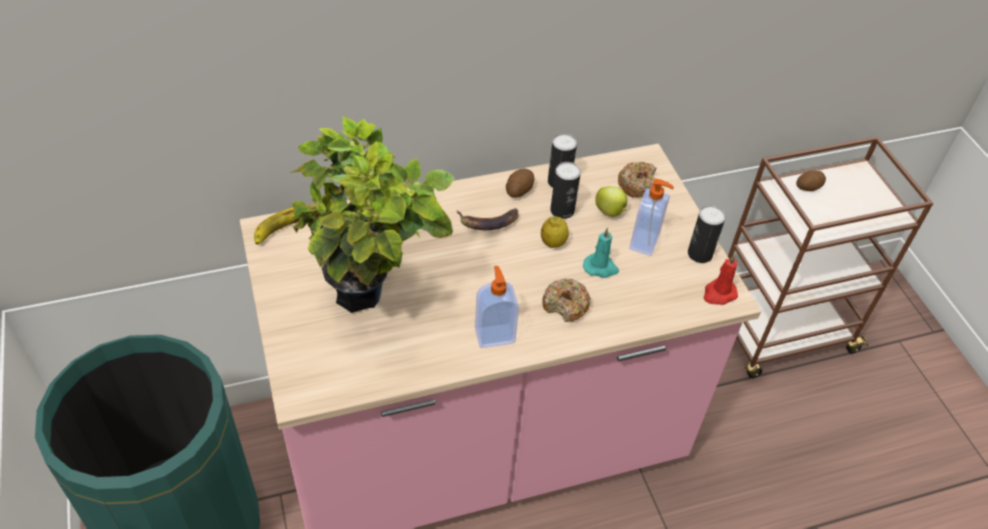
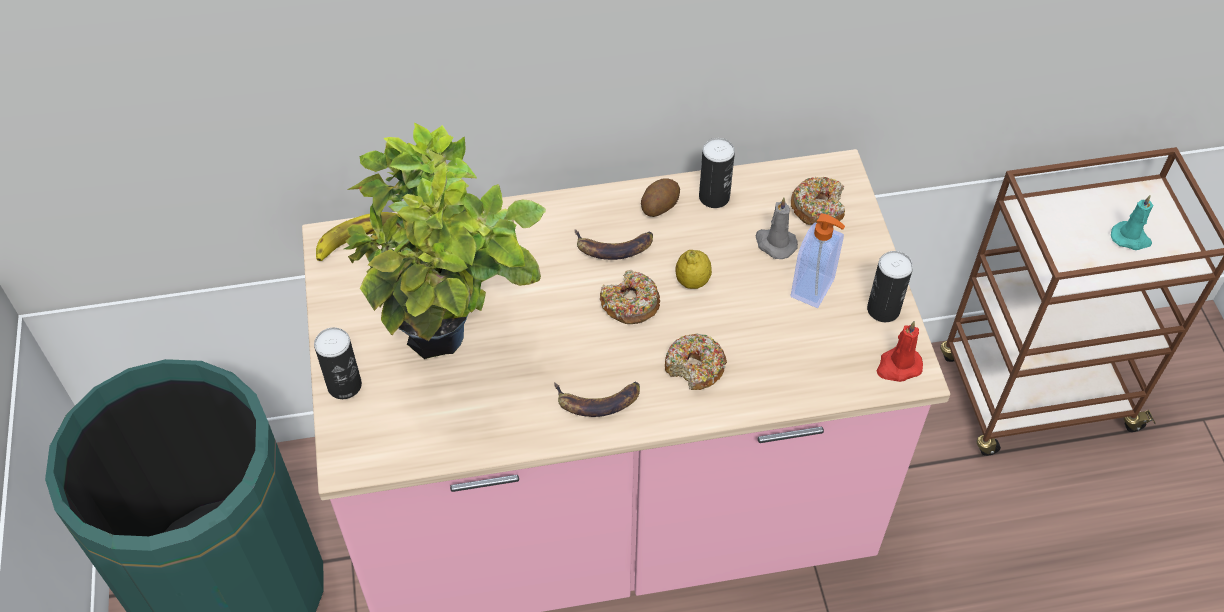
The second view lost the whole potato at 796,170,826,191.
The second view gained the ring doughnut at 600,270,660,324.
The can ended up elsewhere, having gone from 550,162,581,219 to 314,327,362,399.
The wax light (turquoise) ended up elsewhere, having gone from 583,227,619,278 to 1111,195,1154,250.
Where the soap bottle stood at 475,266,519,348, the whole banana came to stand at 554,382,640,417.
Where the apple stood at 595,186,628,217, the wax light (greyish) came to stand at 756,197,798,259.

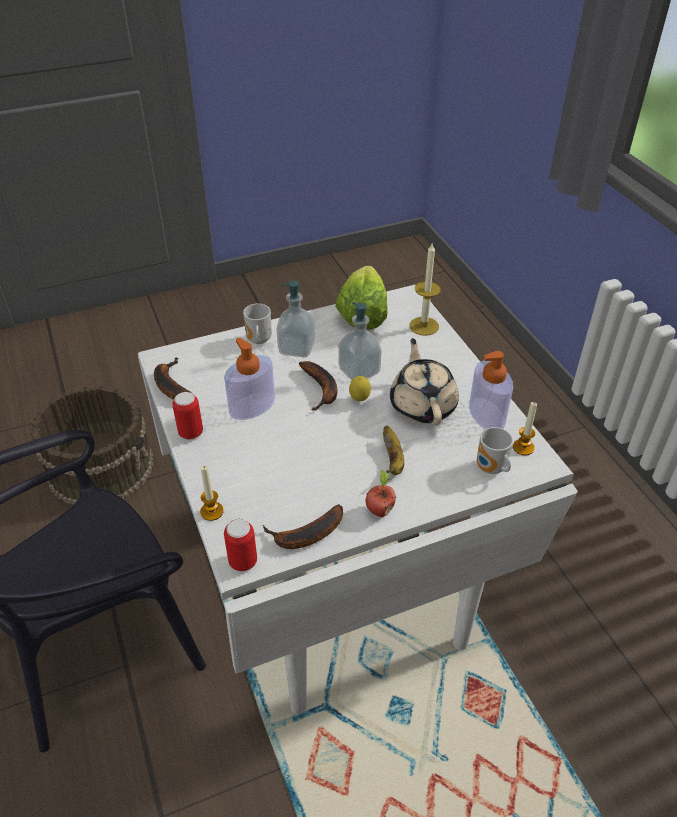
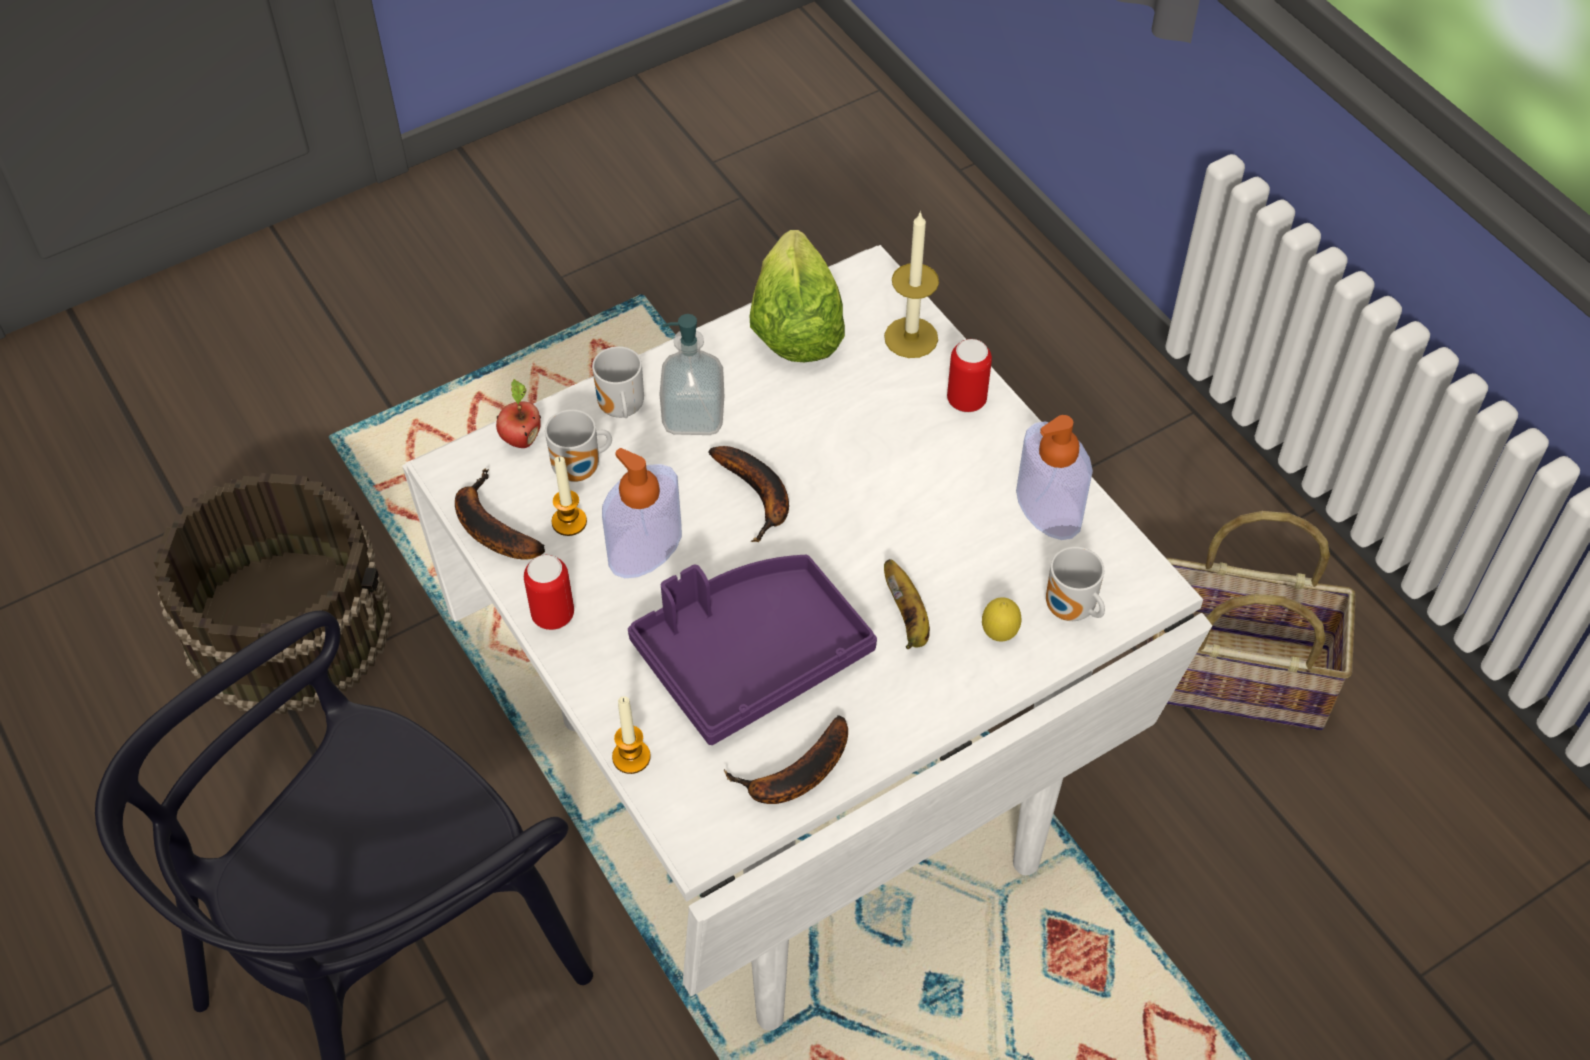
The second view lost the soap bottle at 338,302,382,380.
The second view lost the tea pot (sand-coloured) at 390,338,459,425.
The second view gained the coffee mug at 545,409,612,482.
The second view gained the carrying tray (purplish) at 628,555,877,745.
The second view gained the storage basket at 1147,511,1356,730.
The can ended up elsewhere, having gone from 224,519,257,571 to 947,339,992,412.
The whole lemon ended up elsewhere, having gone from 349,376,371,401 to 982,597,1022,642.
The apple ended up elsewhere, having gone from 366,470,396,517 to 496,379,541,448.
The wax light ended up elsewhere, having gone from 513,402,537,456 to 551,456,587,536.

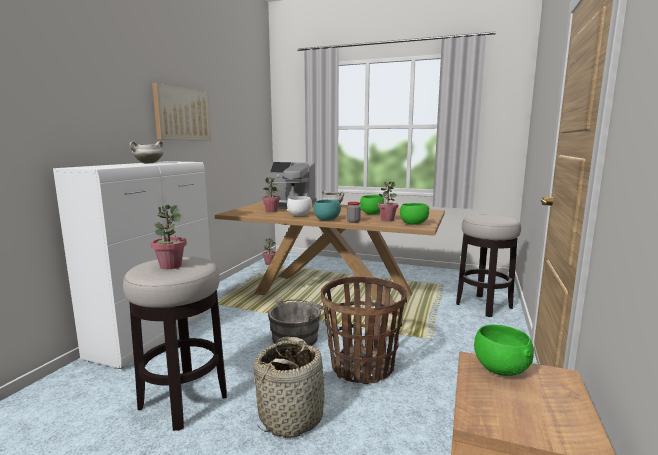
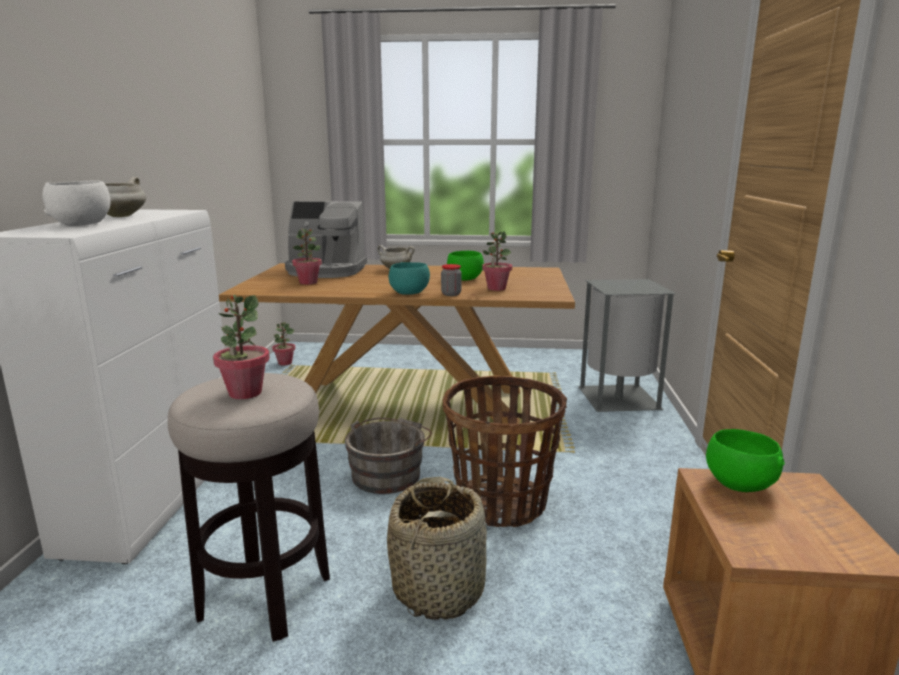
The second view lost the wall art at 152,83,211,140.
The second view lost the deep dish (greenish) at 400,203,429,225.
The deep dish (whitish) ended up elsewhere, having gone from 287,196,312,216 to 42,180,111,226.
Where the stool seat stood at 456,215,521,317, the waste bin (greyish) came to stand at 578,279,676,412.

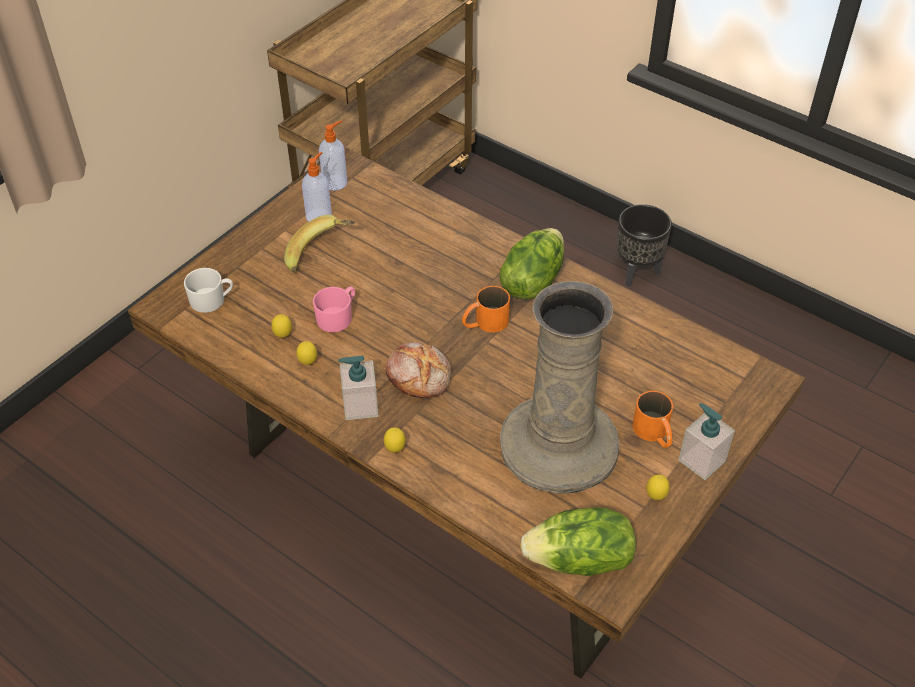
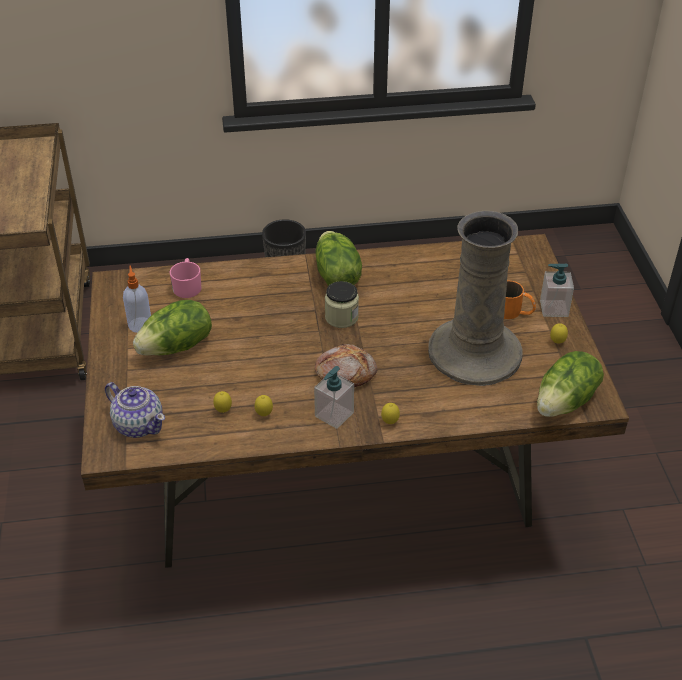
The second view lost the soap bottle at 319,121,347,191.
The coffee mug (pinkish) ended up elsewhere, having gone from 313,287,355,332 to 170,258,202,298.
Where the coffee mug (whitish) stood at 184,268,233,313, the tea pot came to stand at 105,382,165,438.
Where the whole banana stood at 284,215,355,272, the lettuce came to stand at 133,300,212,356.
Where the coffee mug (orange) stood at 462,286,510,333, the preserve jar came to stand at 325,281,359,328.

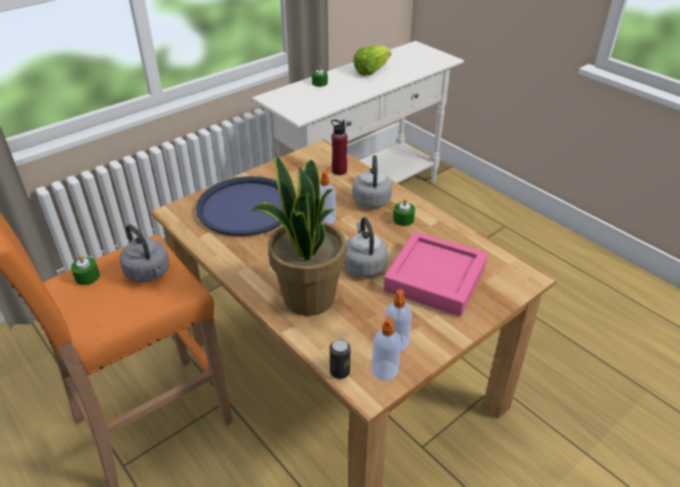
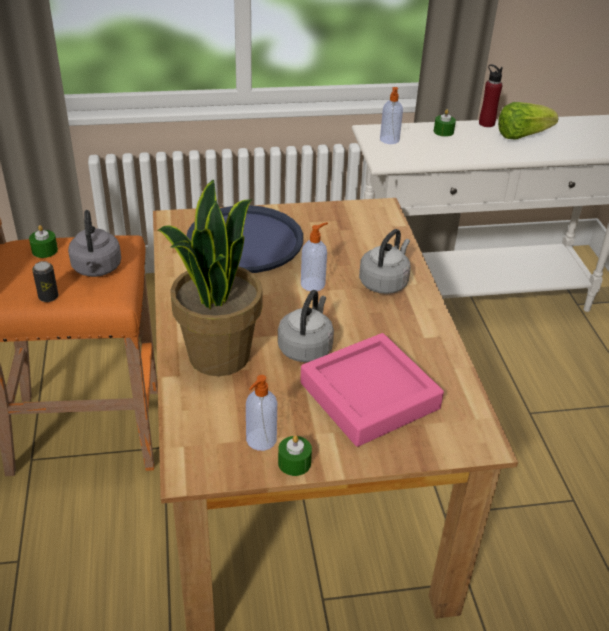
The can ended up elsewhere, having gone from 330,339,350,379 to 32,261,58,302.
The beverage bottle (reddish) ended up elsewhere, having gone from 331,119,347,175 to 479,64,503,127.
The soap bottle ended up elsewhere, having gone from 372,317,401,381 to 380,87,403,144.
The wax light (greenish) ended up elsewhere, having gone from 393,199,415,226 to 278,435,312,476.

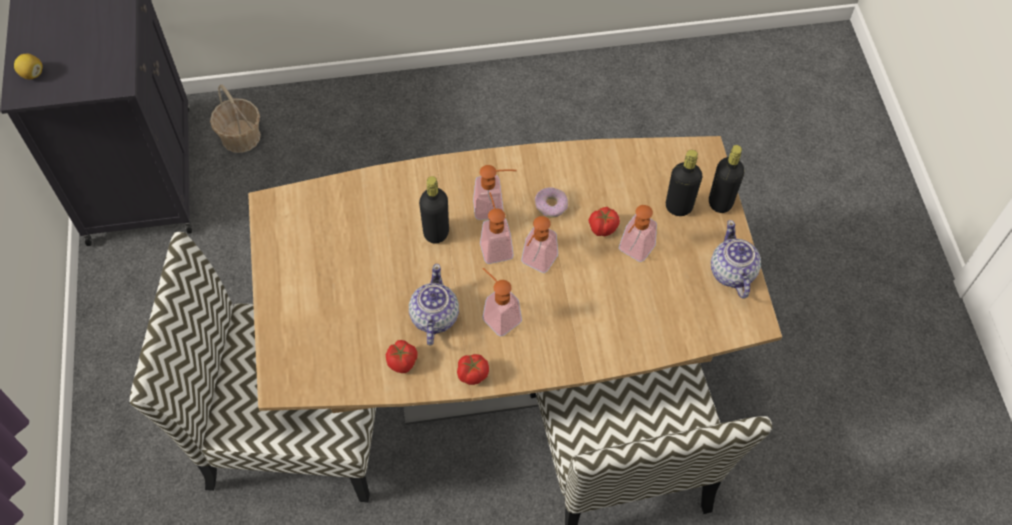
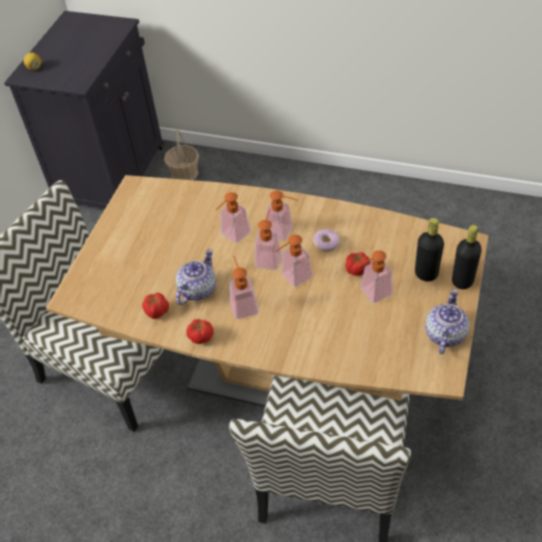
Where the beverage bottle (black) stood at 419,176,449,244, the soap bottle came to stand at 216,192,251,243.

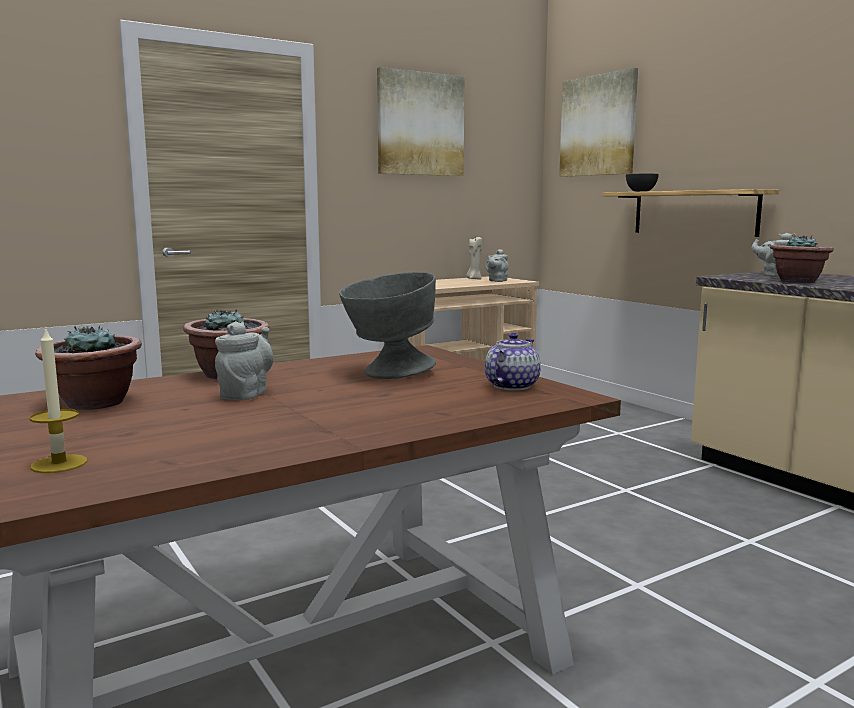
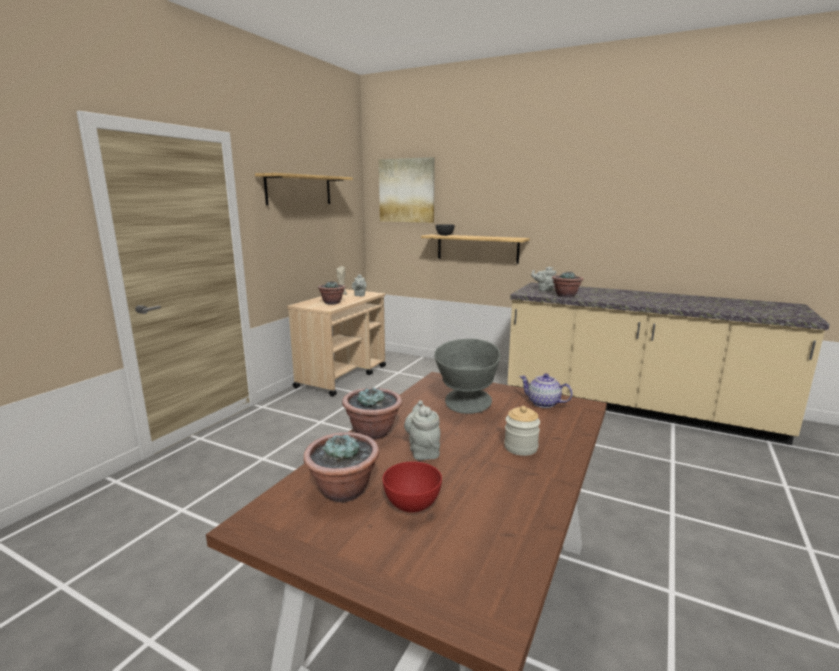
The second view lost the wax light at 30,326,87,473.
The second view gained the plant in a pot at 318,281,346,304.
The second view gained the deep dish (reddish) at 383,461,442,513.
The second view gained the preserve jar at 504,406,540,456.
Where the wall art hung at 377,67,464,176, the bracket shelf came to hang at 255,173,353,205.
The tea pot at 485,333,541,390 ended up facing another way, 60 degrees counterclockwise from before.

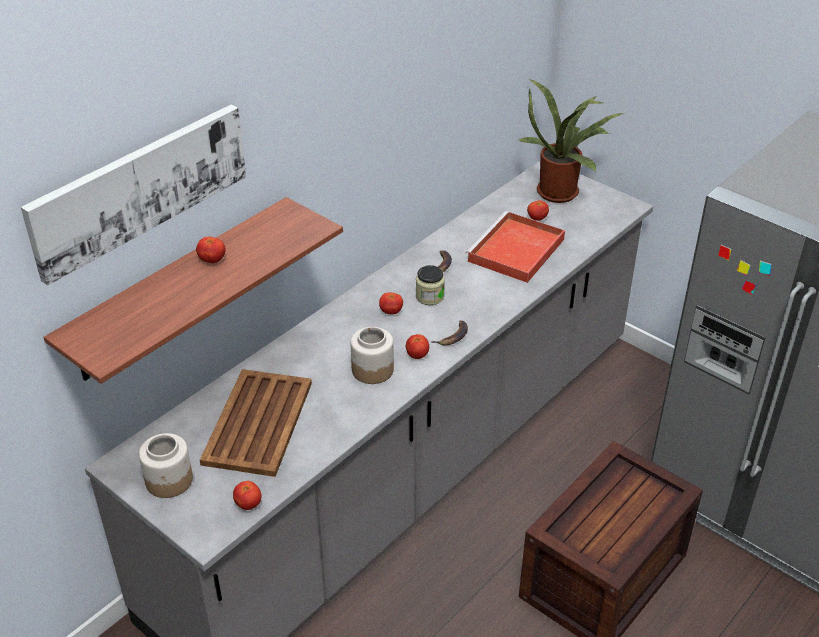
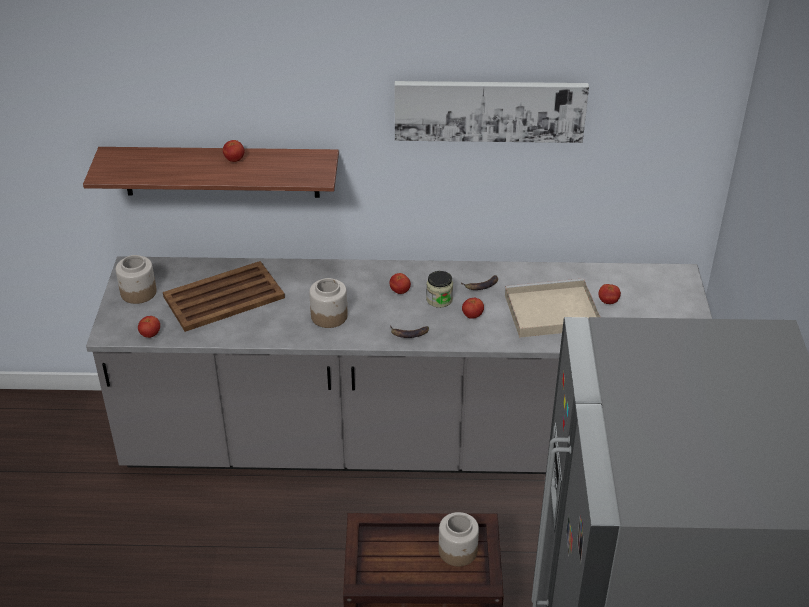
The second view lost the plant in a pot at 519,79,625,203.
The second view gained the preserve jar at 438,512,479,567.
The wall art ended up elsewhere, having gone from 21,104,246,285 to 394,81,589,143.
The fresh tomato ended up elsewhere, having gone from 406,334,429,359 to 462,298,484,319.
What was the carrying tray (reddish) at 466,211,565,283 turned into the carrying tray (sand-coloured) at 505,278,600,338.

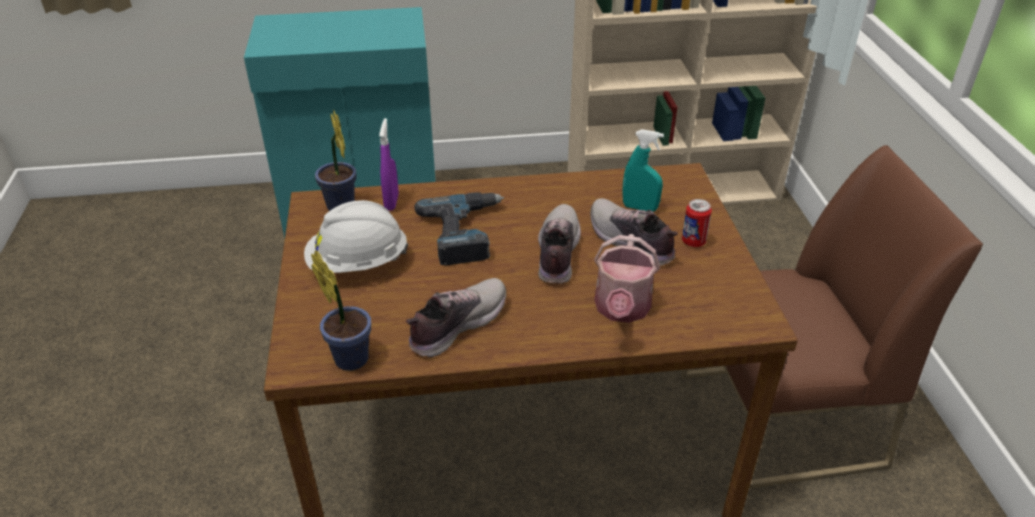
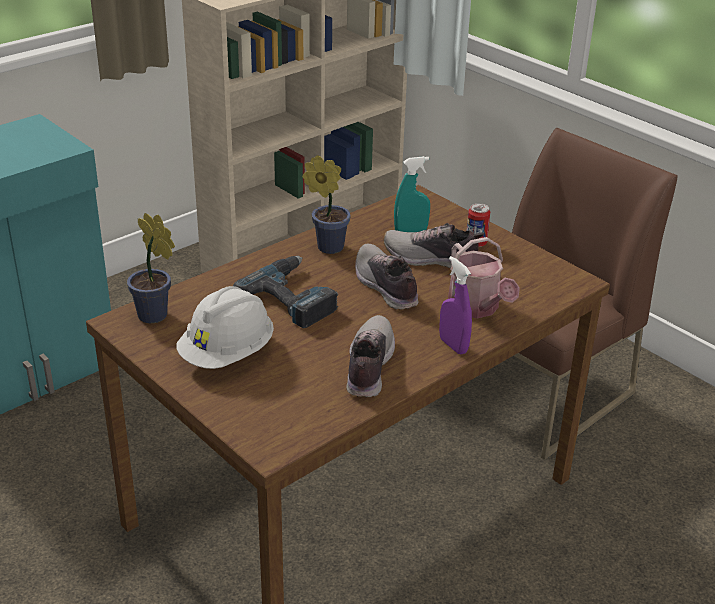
The plant in a pot ended up elsewhere, having gone from 311,250,371,371 to 302,155,351,254.
The sprayer (purplish) ended up elsewhere, having gone from 379,118,399,211 to 439,256,472,354.

